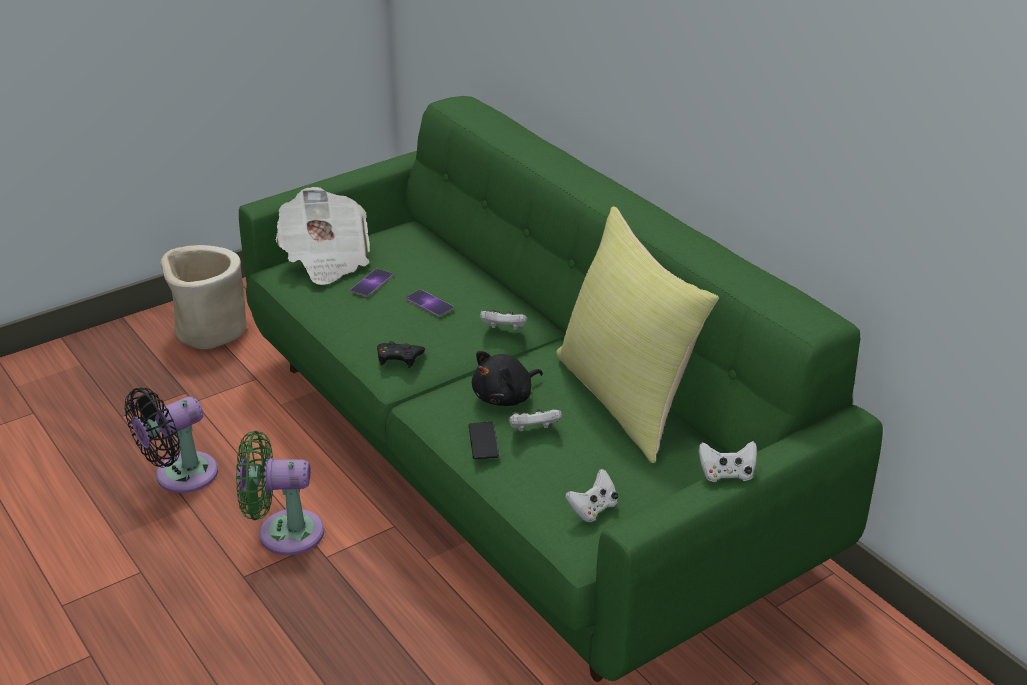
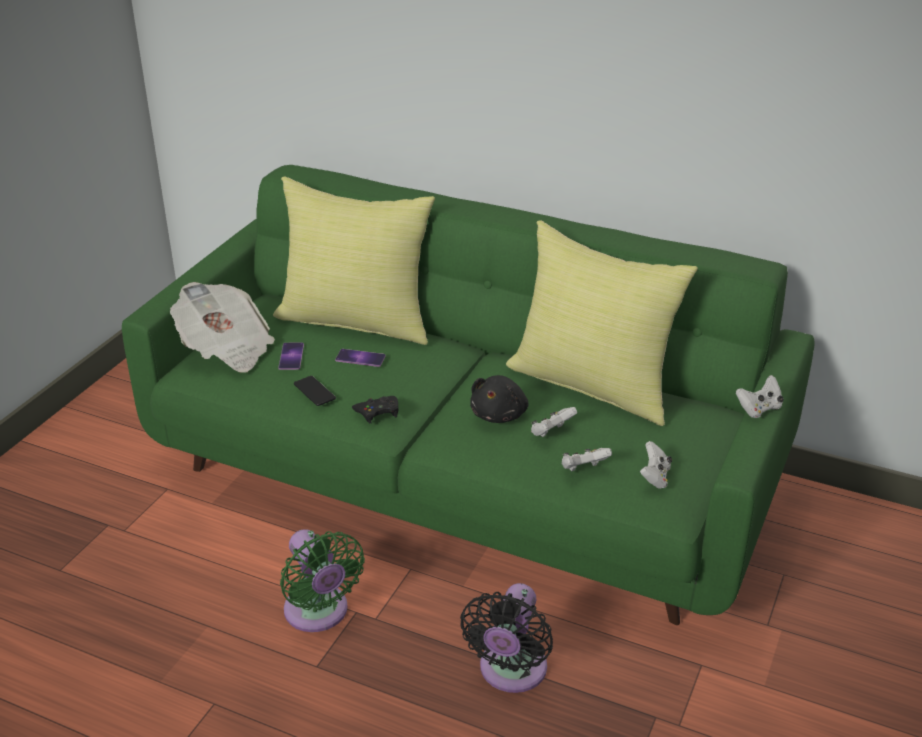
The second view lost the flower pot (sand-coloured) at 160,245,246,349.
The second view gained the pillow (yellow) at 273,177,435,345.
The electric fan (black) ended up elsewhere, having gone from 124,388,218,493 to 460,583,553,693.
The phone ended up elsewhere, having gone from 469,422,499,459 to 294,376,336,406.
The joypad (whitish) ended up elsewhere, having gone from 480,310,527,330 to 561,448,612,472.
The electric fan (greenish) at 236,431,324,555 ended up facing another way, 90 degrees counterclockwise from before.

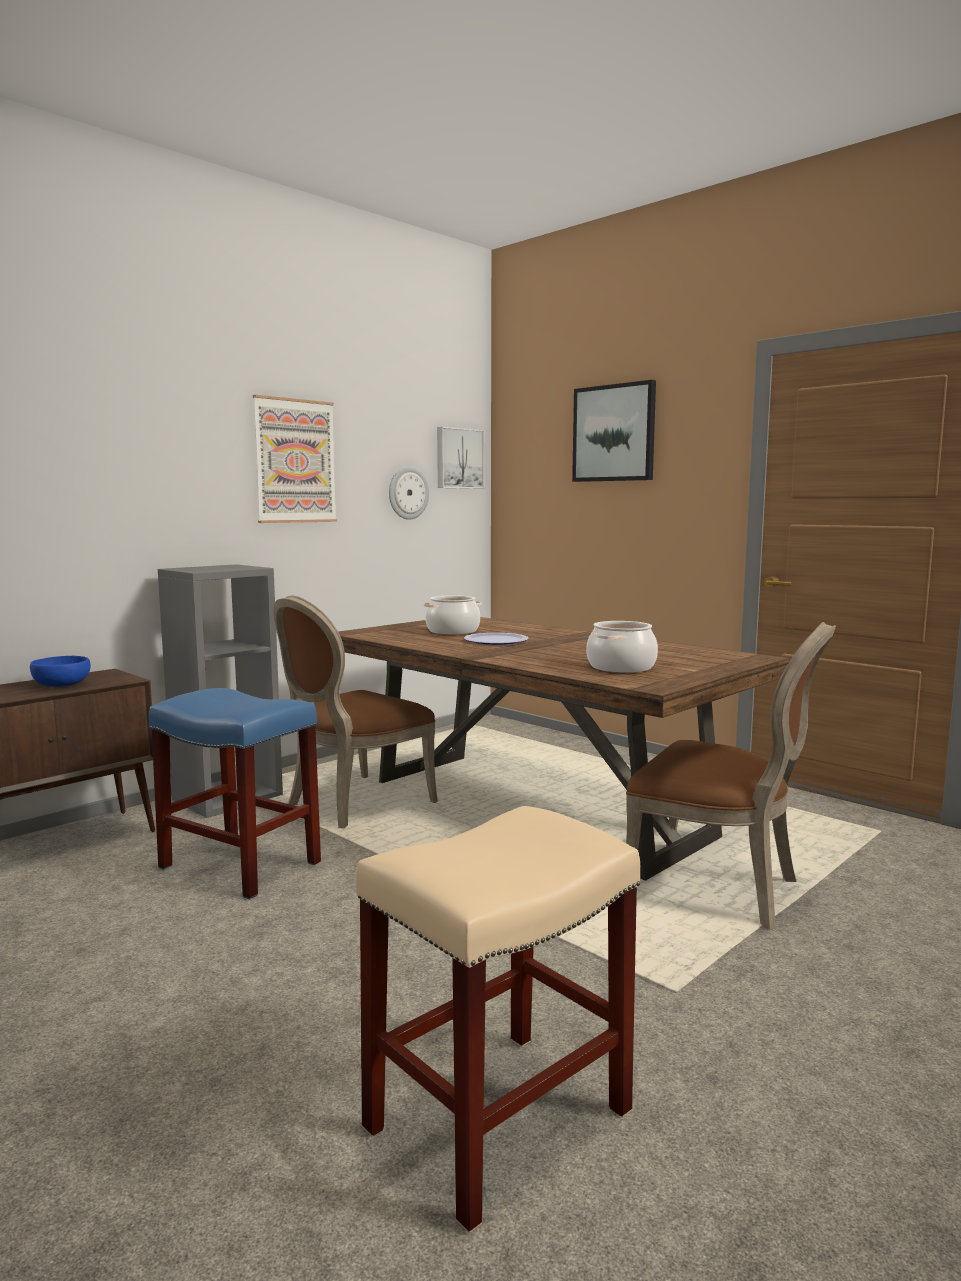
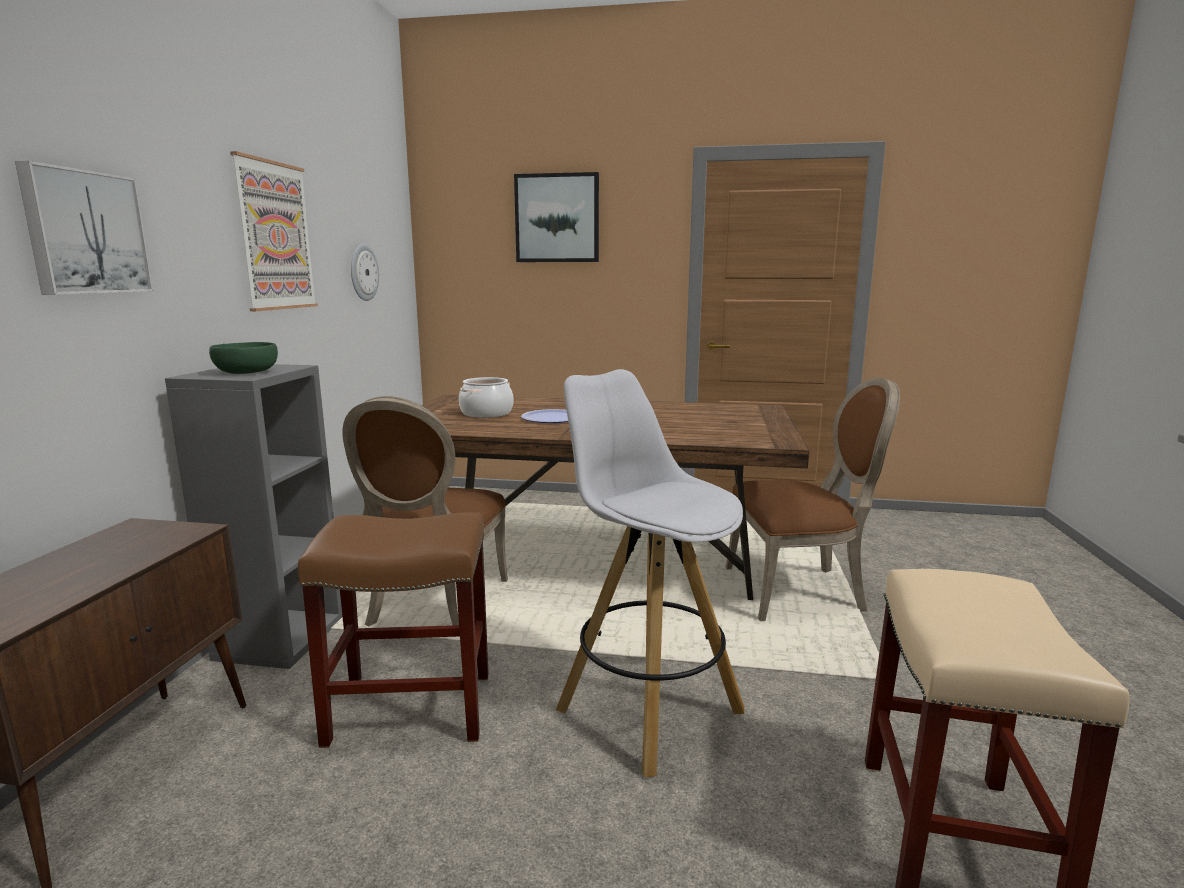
The second view lost the deep dish (blue-coloured) at 30,656,90,687.
The second view lost the cooking pot at 586,621,658,673.
The second view gained the deep dish (greenish) at 209,342,278,374.
The second view gained the stool seat (whitish) at 556,369,745,778.
The wall art ended up elsewhere, having gone from 437,427,484,489 to 15,161,154,295.
What was the stool seat (blue-coloured) at 149,688,321,900 turned into the stool seat (brown-coloured) at 298,512,489,748.

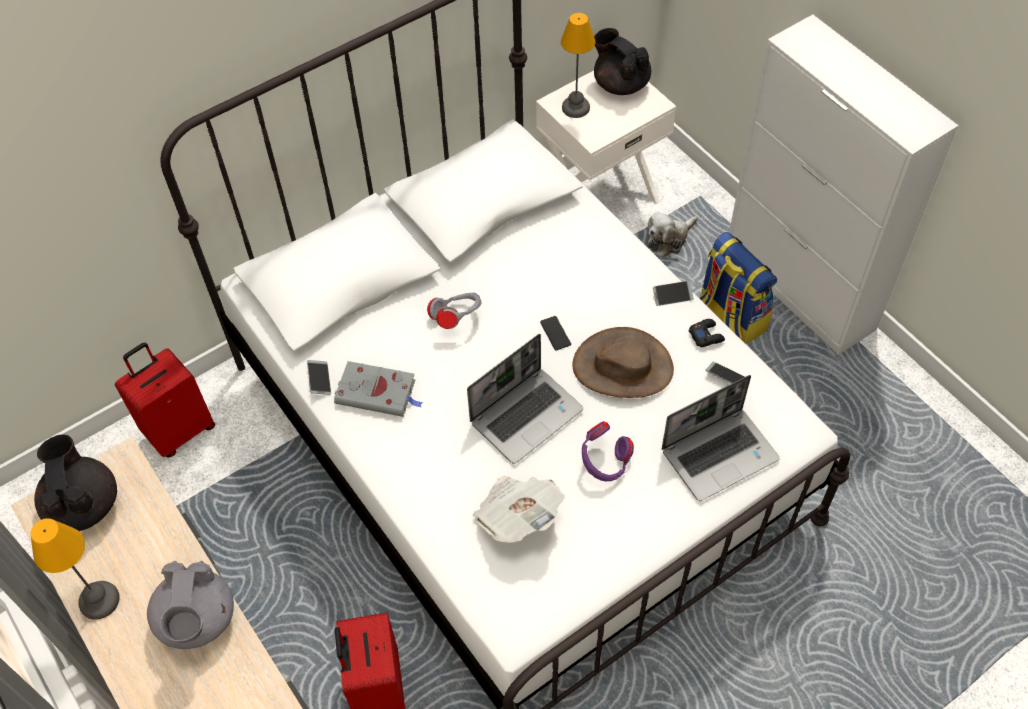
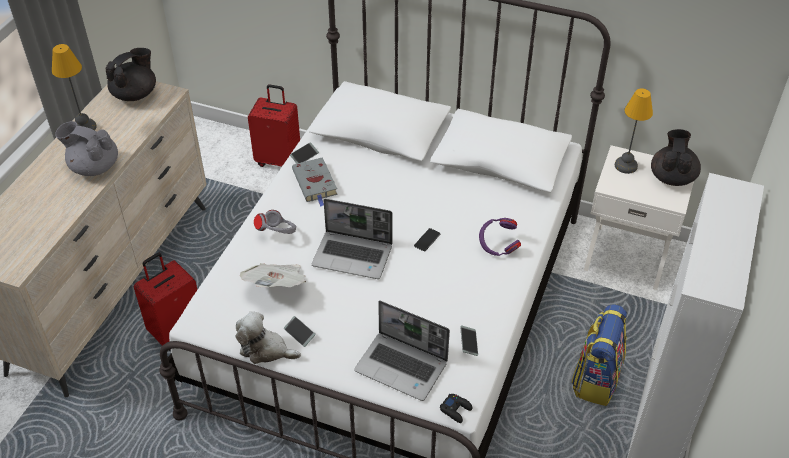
The second view lost the wearable hat (brown-coloured) at 572,327,674,398.
The pair of headphones (greyish) ended up elsewhere, having gone from 427,293,482,329 to 254,210,296,234.
The pair of headphones (purplish) ended up elsewhere, having gone from 582,421,634,481 to 479,218,521,256.
The soft toy ended up elsewhere, having gone from 647,212,697,257 to 236,311,301,364.
The phone ended up elsewhere, having gone from 653,281,694,306 to 284,316,316,347.
The joypad (black) ended up elsewhere, having gone from 689,319,725,347 to 440,394,472,423.
The tea pot (greyish) at 147,561,234,649 ended up facing another way, 60 degrees clockwise from before.

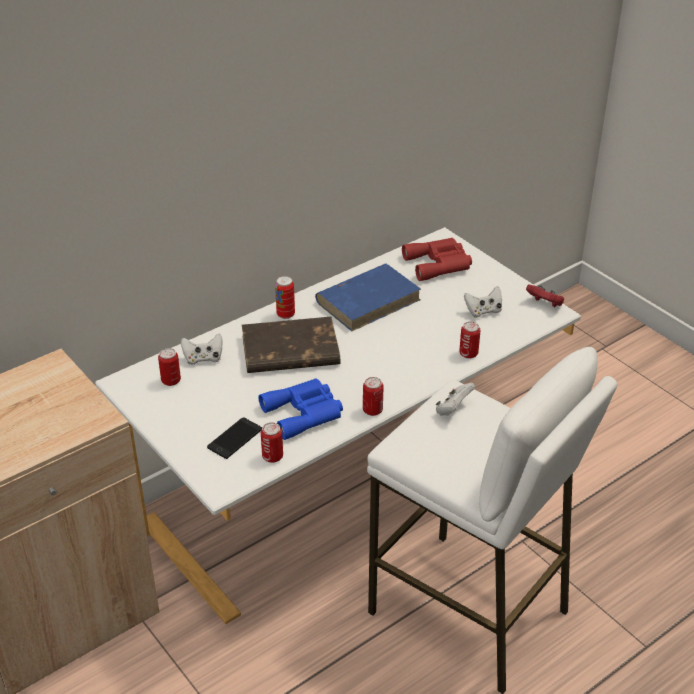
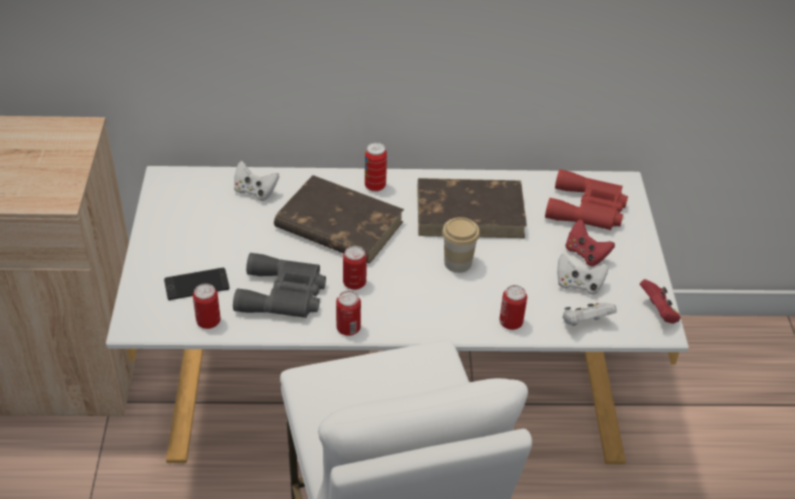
The second view gained the drinking cup at 442,217,480,273.
The second view gained the joypad (reddish) at 566,219,615,266.
The can ended up elsewhere, having gone from 158,348,181,386 to 343,246,367,290.
The joypad (whitish) ended up elsewhere, having gone from 436,383,475,416 to 562,303,617,326.
What was the field glasses (blue-coloured) at 259,378,343,440 turned into the field glasses (greyish) at 233,253,326,318.
What was the volume (blue-coloured) at 315,264,421,331 turned into the volume (brown-coloured) at 418,178,527,238.

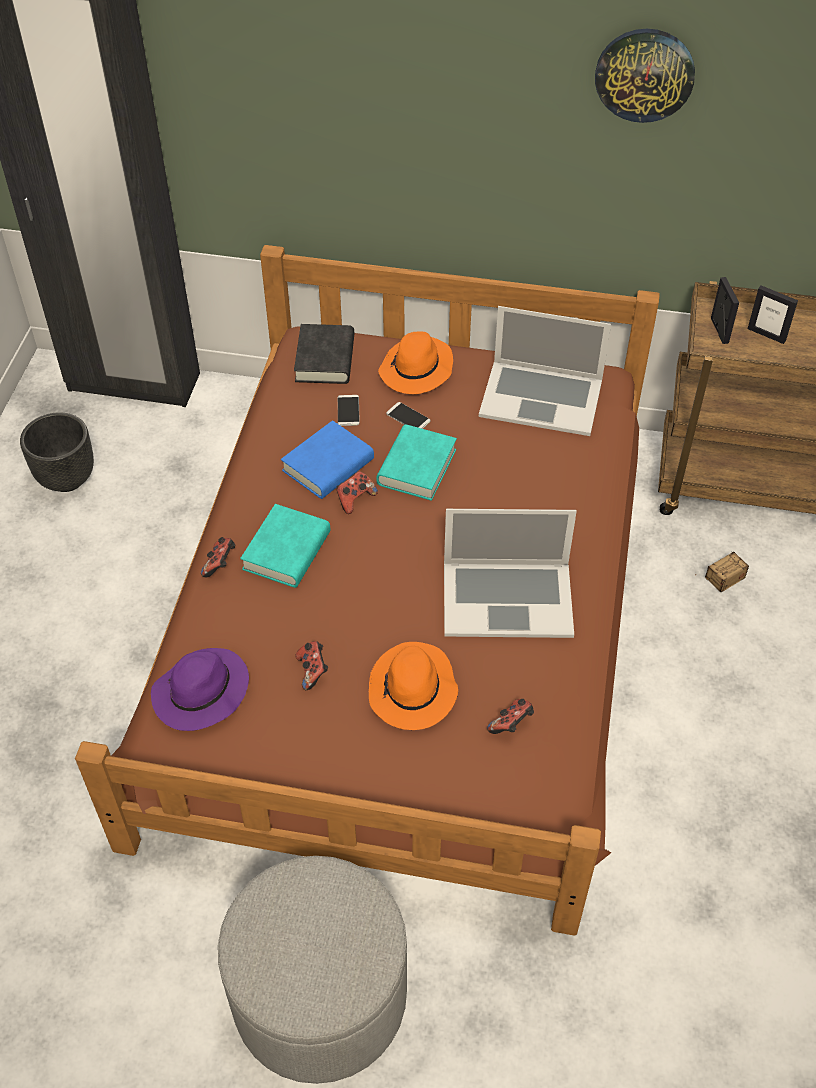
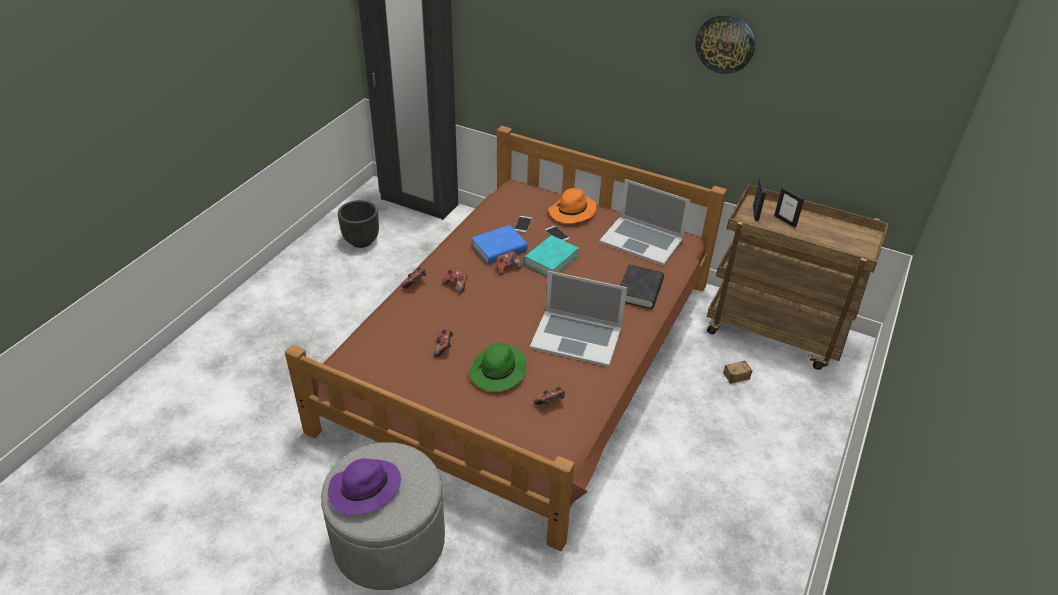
The wearable hat (purplish) ended up elsewhere, having gone from 151,648,249,731 to 328,458,401,515.
The volume (black) ended up elsewhere, having gone from 294,324,354,384 to 620,264,664,309.
Where the volume (turquoise) stood at 240,504,330,588, the joypad came to stand at 442,268,467,293.
What was the wearable hat (orange) at 369,642,458,730 turned into the wearable hat (greenish) at 469,342,526,392.

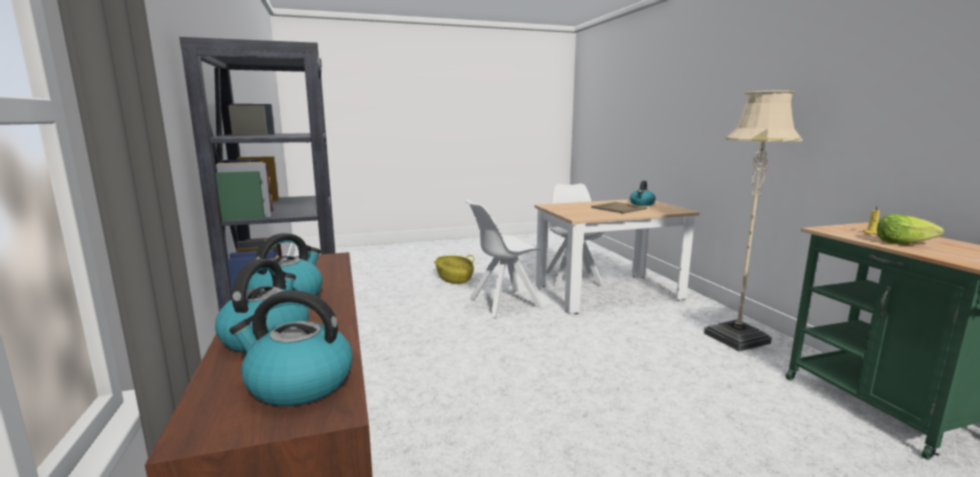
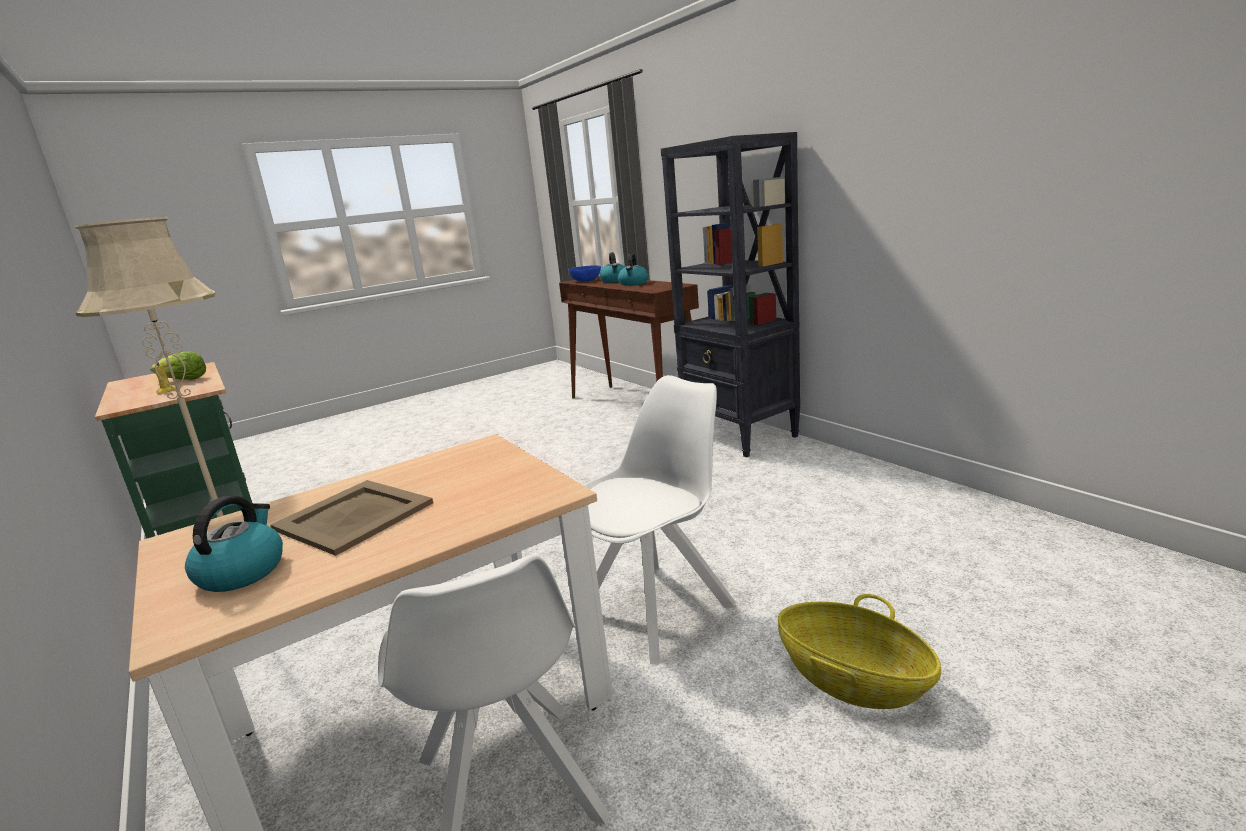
Where the kettle stood at 229,290,352,406, the deep dish (blue-coloured) came to stand at 568,265,601,282.

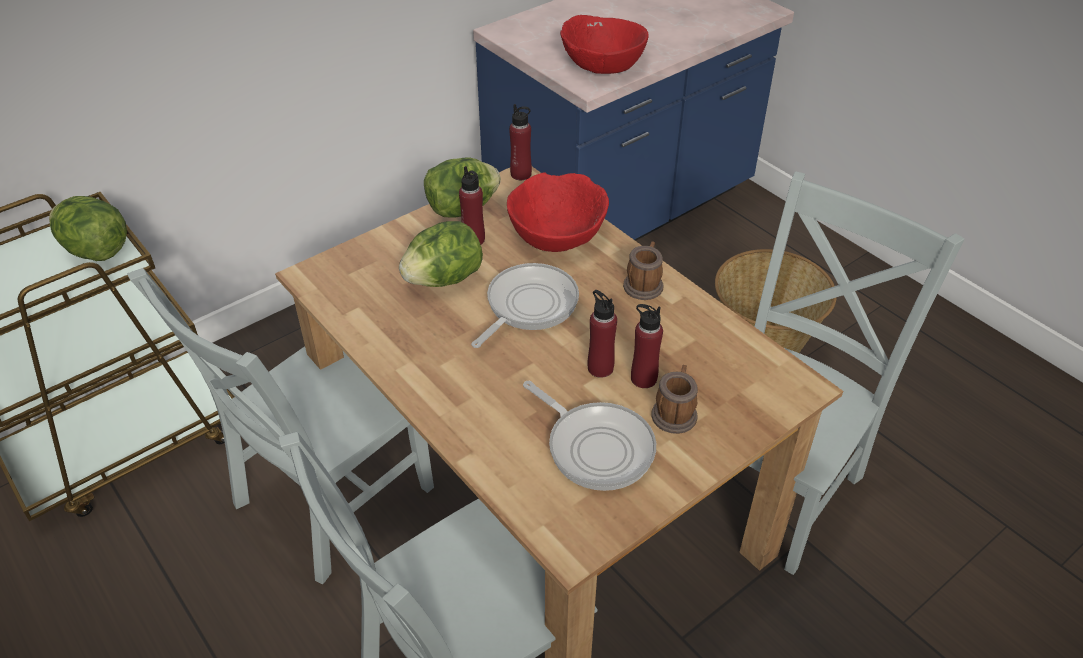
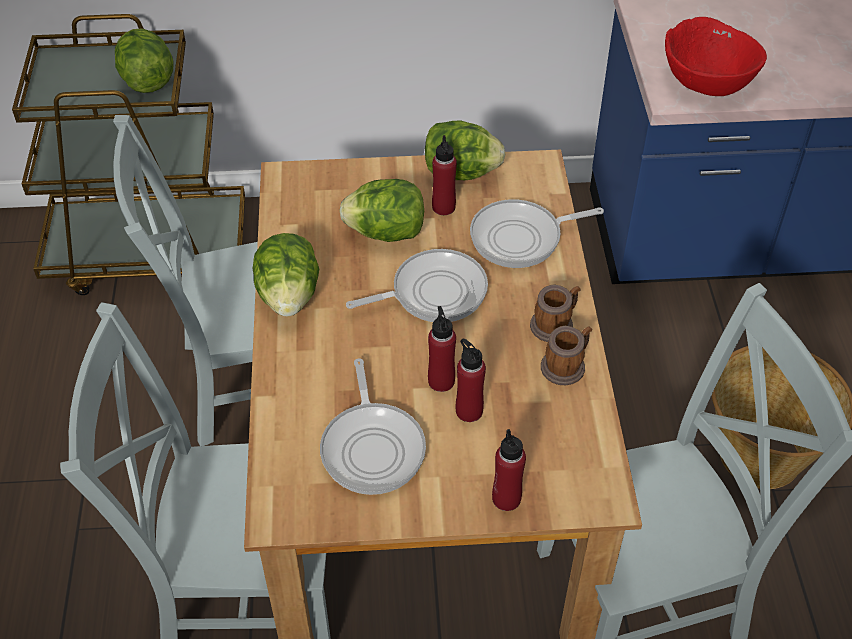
The second view gained the lettuce at 253,233,319,316.
The beverage bottle (reddish) ended up elsewhere, having gone from 509,104,532,180 to 492,429,526,511.
The coffee mug ended up elsewhere, having gone from 651,365,698,434 to 541,326,592,385.
Where the deep dish (reddish) stood at 507,173,609,252, the skillet came to stand at 470,199,604,268.

